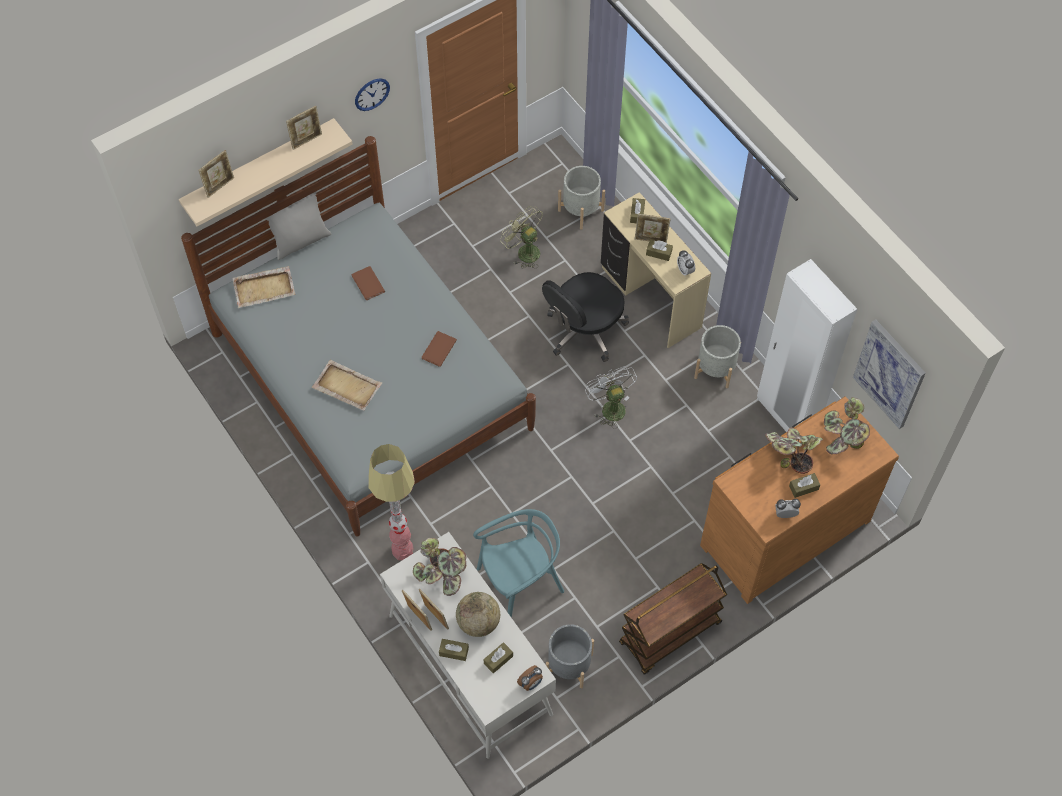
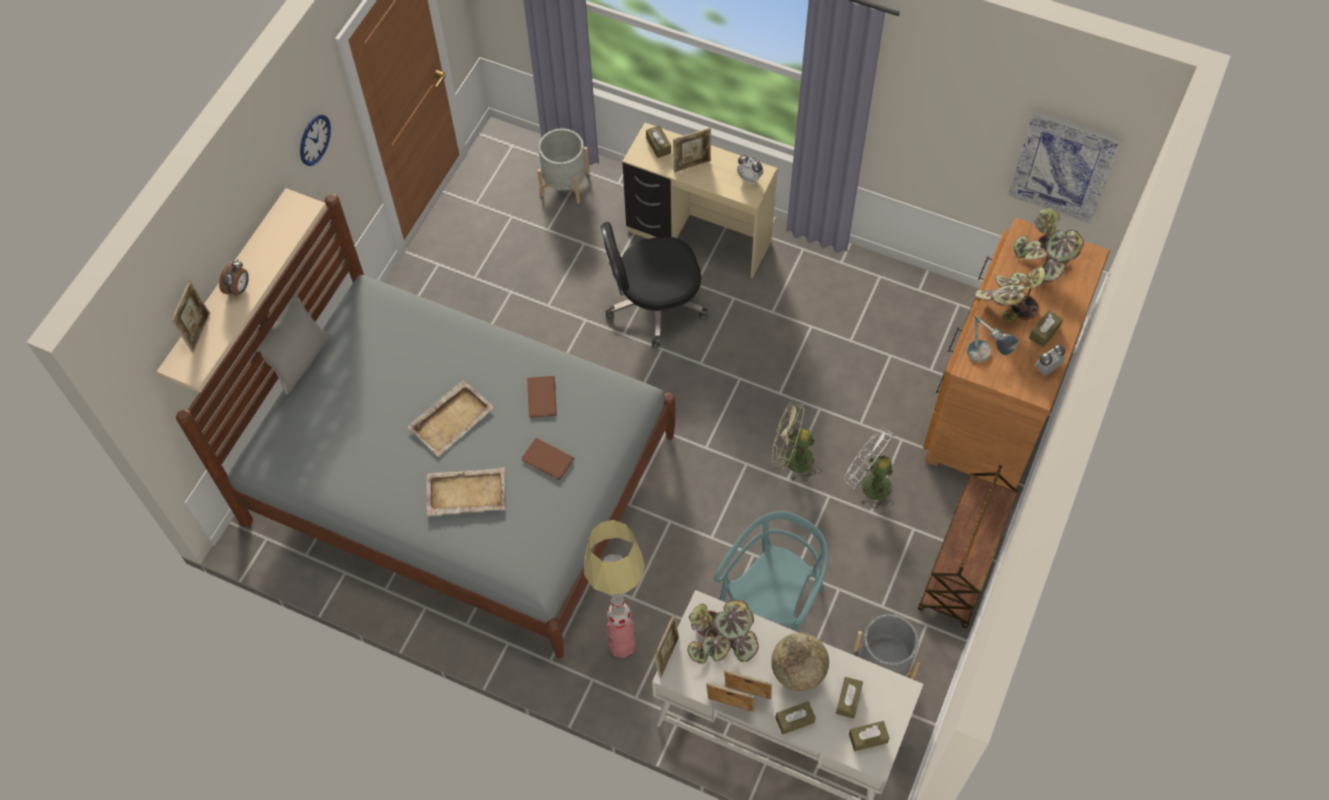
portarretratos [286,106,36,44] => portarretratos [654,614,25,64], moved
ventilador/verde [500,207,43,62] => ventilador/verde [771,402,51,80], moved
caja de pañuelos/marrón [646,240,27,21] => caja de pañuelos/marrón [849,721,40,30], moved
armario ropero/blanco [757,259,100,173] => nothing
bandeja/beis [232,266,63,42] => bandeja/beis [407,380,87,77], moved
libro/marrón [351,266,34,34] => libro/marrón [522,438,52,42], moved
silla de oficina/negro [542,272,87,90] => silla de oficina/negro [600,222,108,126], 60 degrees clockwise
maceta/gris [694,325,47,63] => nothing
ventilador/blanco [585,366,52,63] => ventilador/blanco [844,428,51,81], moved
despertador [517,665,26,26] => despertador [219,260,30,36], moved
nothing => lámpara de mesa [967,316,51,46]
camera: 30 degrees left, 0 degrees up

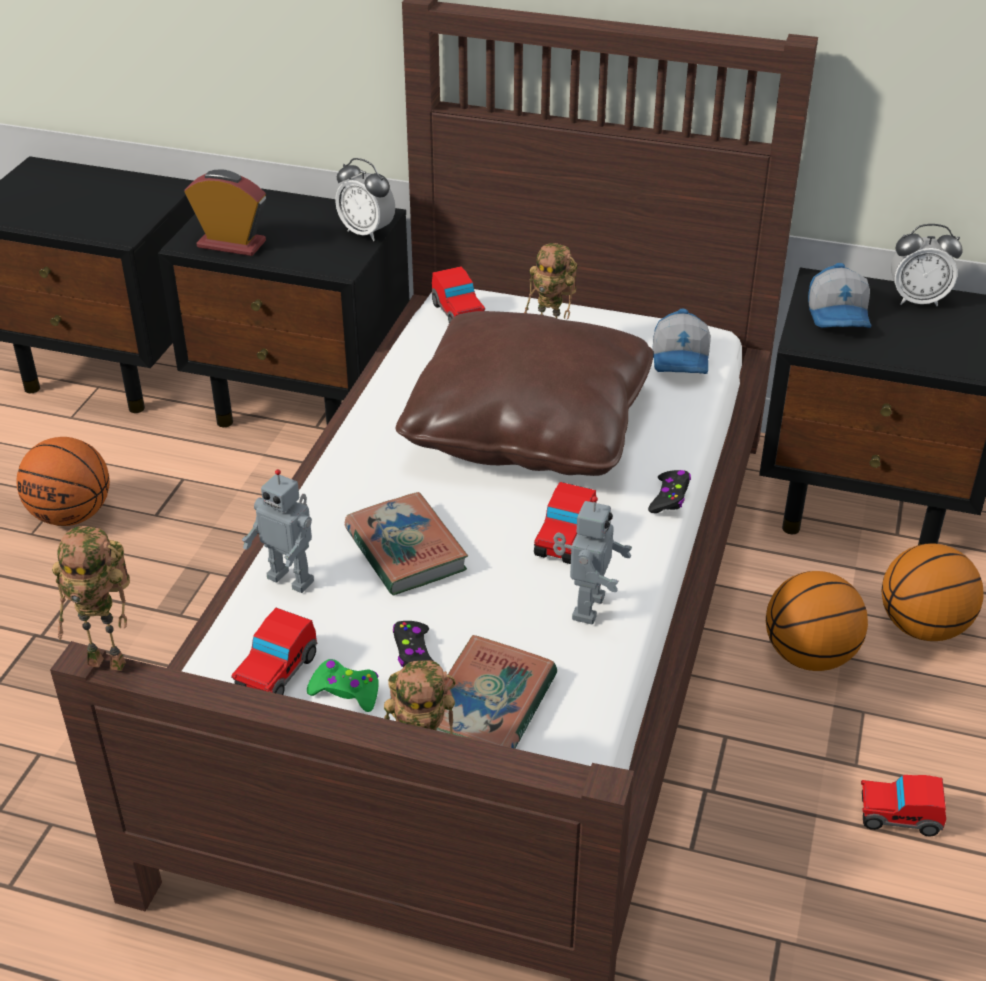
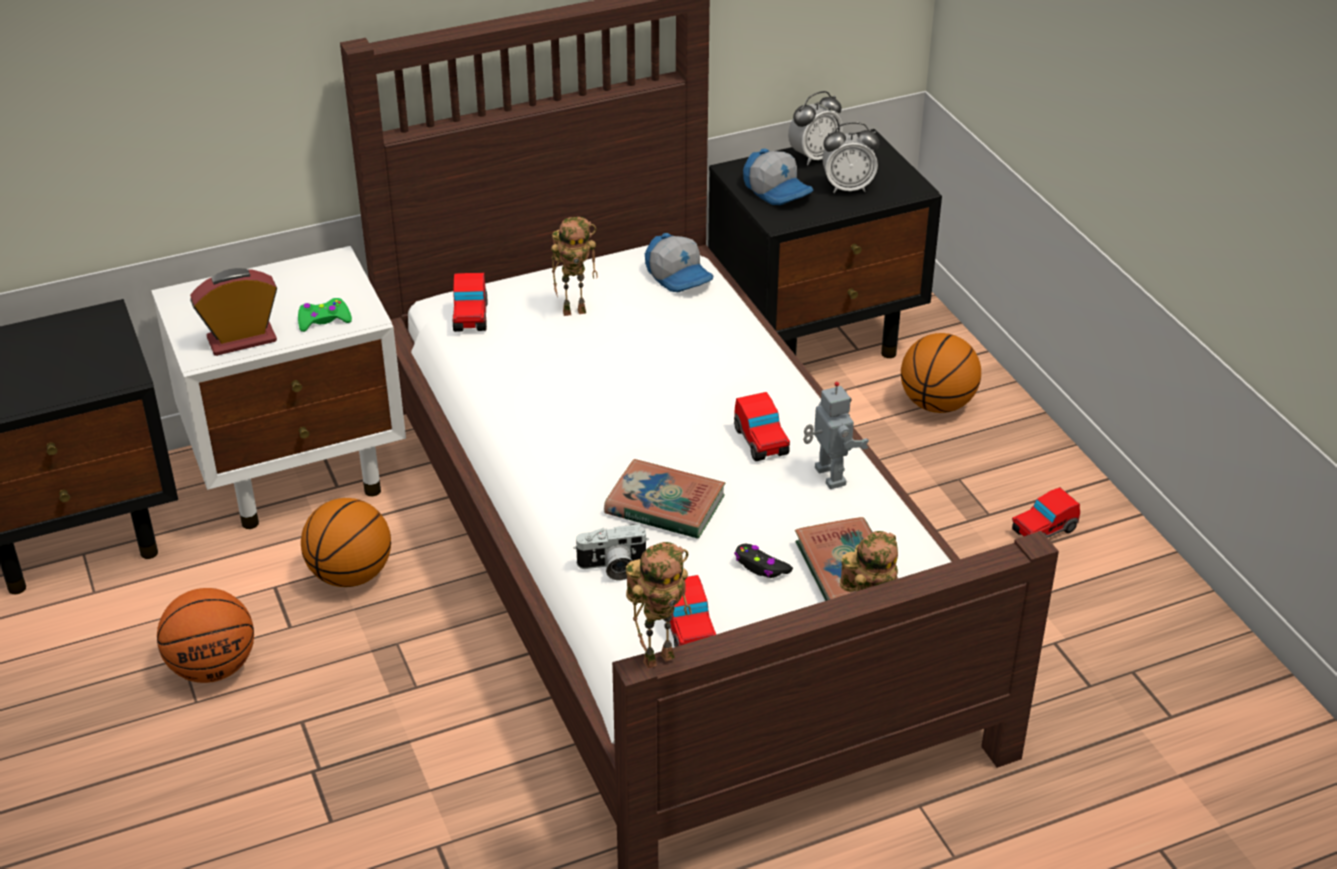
despertador [335,158,60,83] => despertador [822,122,57,71], moved
mesita de noche/negro [158,188,251,239] => mesita de noche/blanco [151,246,255,283]
coche de juguete [432,266,53,57] => coche de juguete [453,273,34,59], 60 degrees clockwise
cojín/marrón [396,311,257,165] => nothing
robot de juguete [242,469,72,124] => cámara [574,524,75,56]
mando de consola/negro [648,470,43,43] => nothing
balón de baloncesto [766,571,102,100] => balón de baloncesto [301,498,90,89], moved
mando de consola/verde [307,659,72,53] => mando de consola/verde [298,298,54,34], moved
camera: 40 degrees left, 0 degrees up

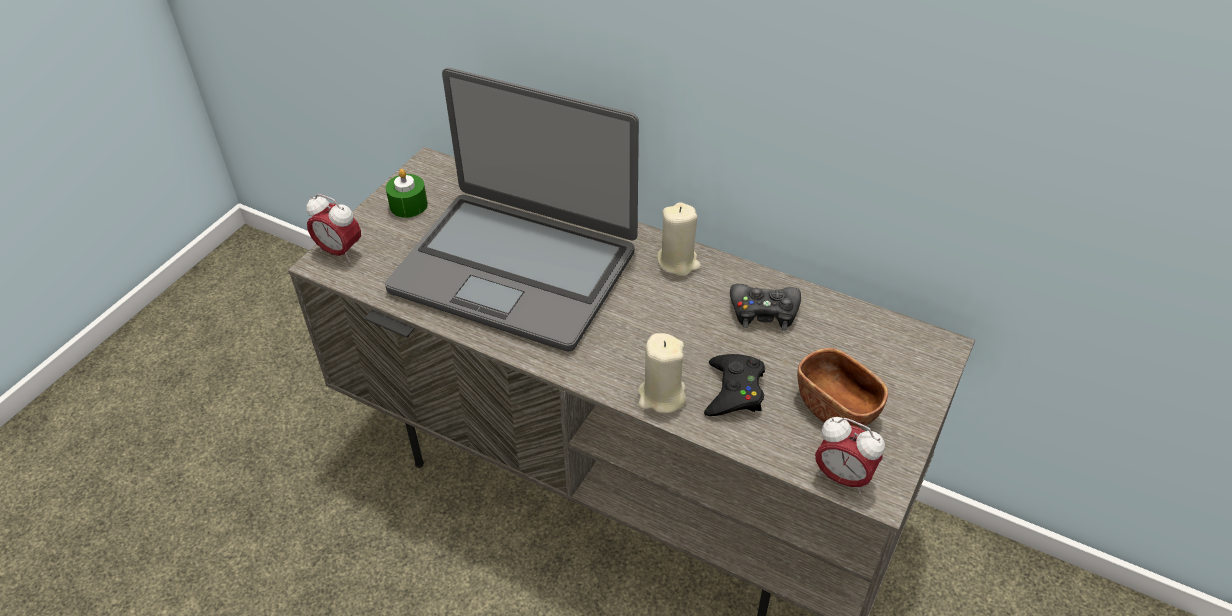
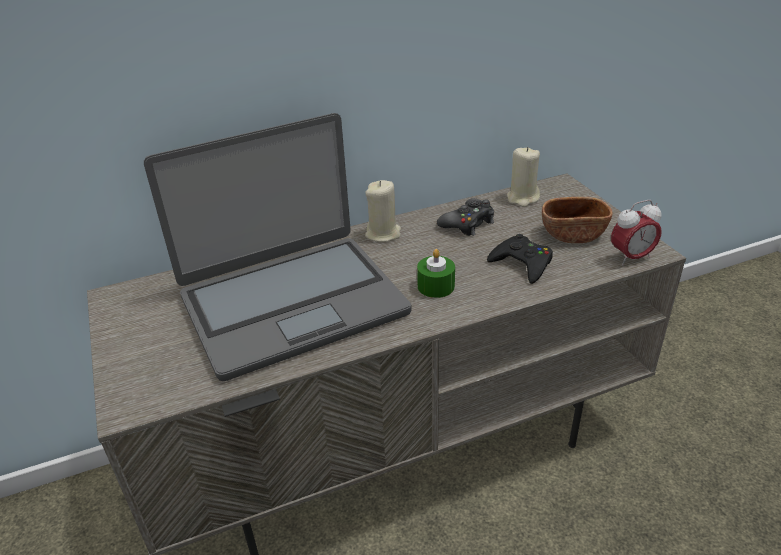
vela/verde [386,169,42,49] => vela/verde [417,249,38,49], moved
despertador [306,194,55,68] => nothing
vela/beis [638,333,49,80] => vela/beis [507,147,33,60], moved
camera: 50 degrees left, 10 degrees down

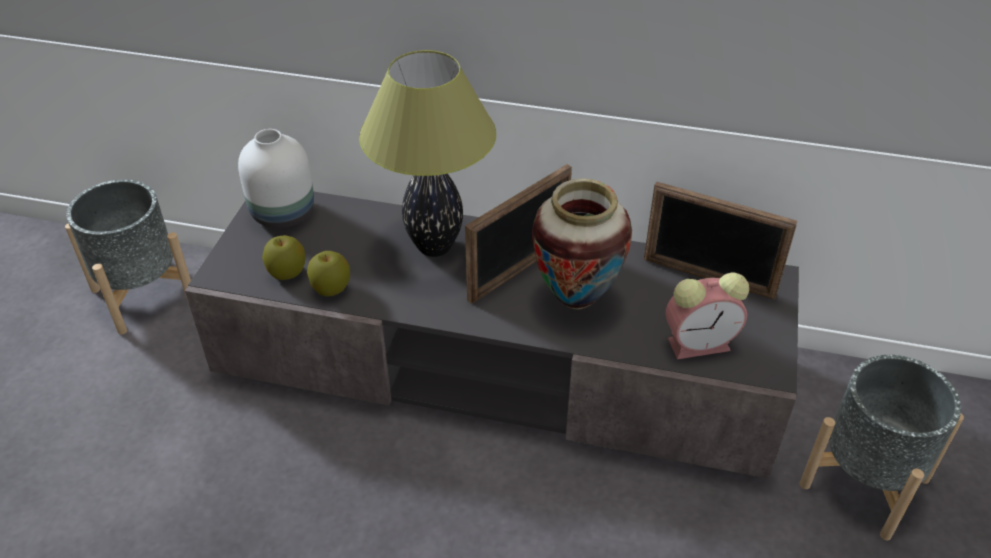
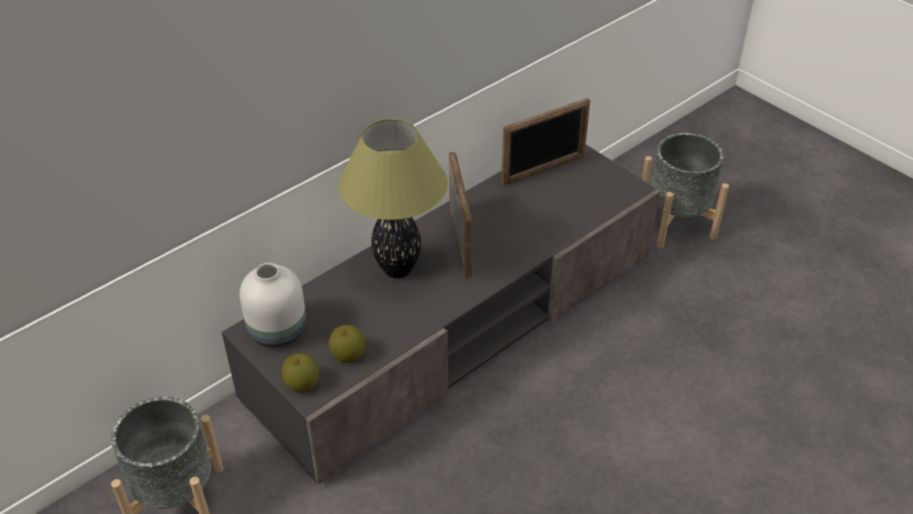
florero [532,178,100,132] => nothing
manzana [307,251,43,46] => manzana [282,353,37,40], moved
despertador [665,272,84,87] => nothing
camera: 55 degrees left, 0 degrees up

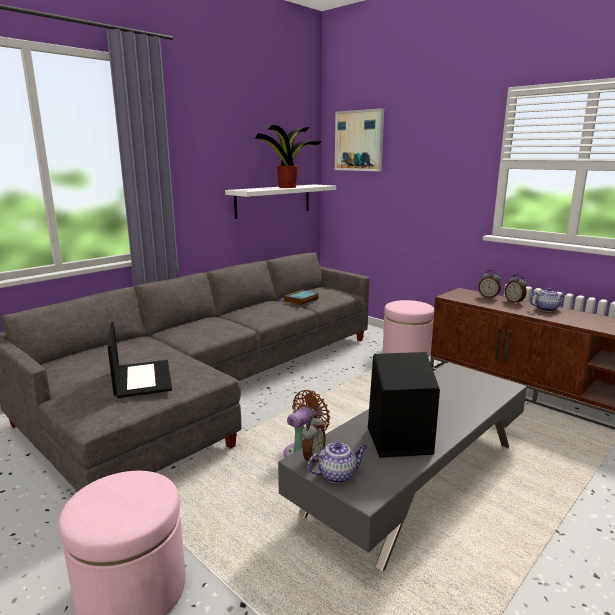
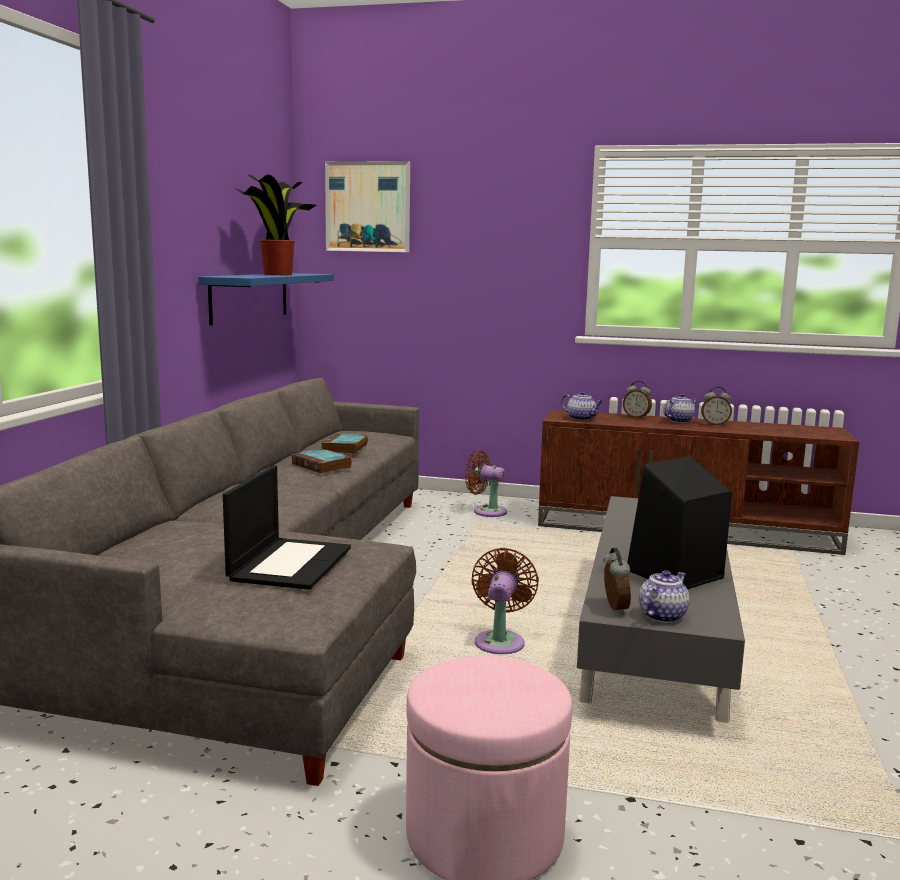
estante/blanco [225,184,111,35] => estante/azul [198,273,136,52]
despertador [478,270,23,29] => despertador [701,387,31,39], moved
puf/rosa [383,300,51,57] => ventilador/marrón [465,450,42,67]
portátil [107,322,65,76] => portátil [223,465,128,125], 60 degrees clockwise
nothing => tetera [561,391,43,30]
nothing => libro [292,449,60,24]
camera: 30 degrees left, 5 degrees down

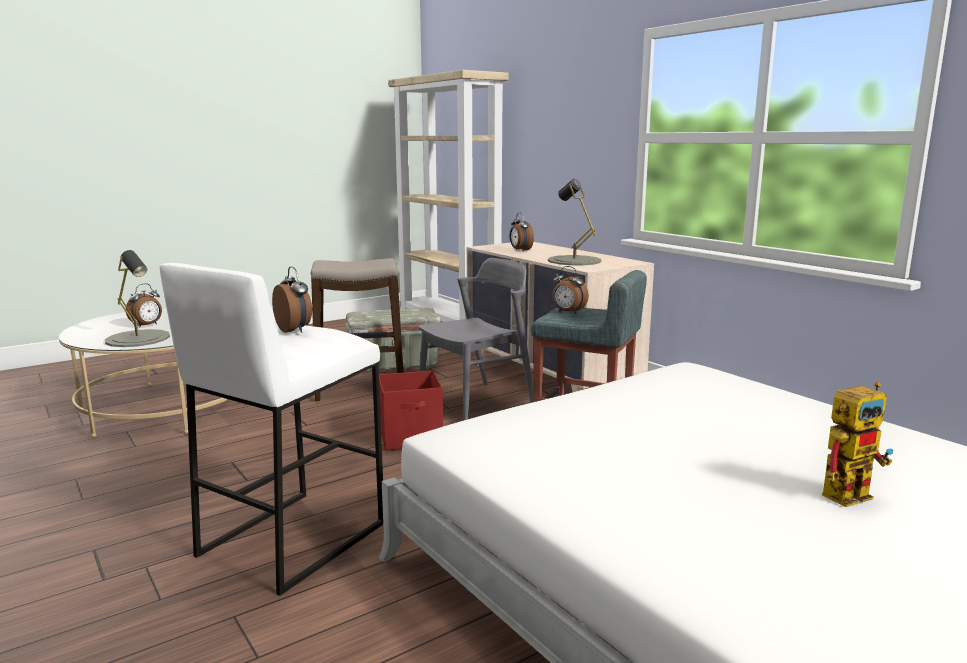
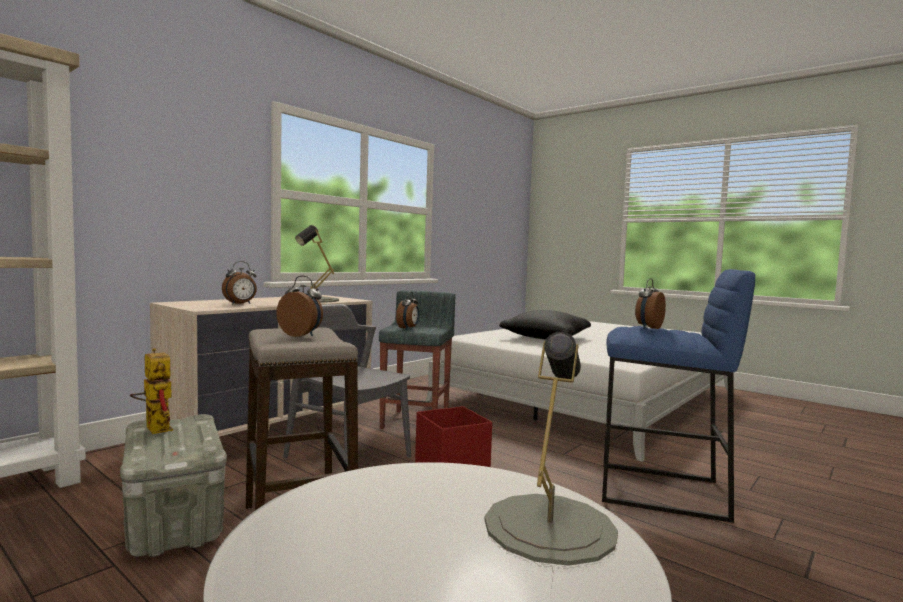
taburete/blanco [160,263,223,333] => taburete/azul [602,269,153,254]
despertador [126,284,36,44] => despertador [276,276,47,61], moved
robot de juguete [822,382,71,125] => robot de juguete [130,348,43,86], moved
nothing => cojín/negro [499,310,92,29]
camera: 105 degrees left, 10 degrees down

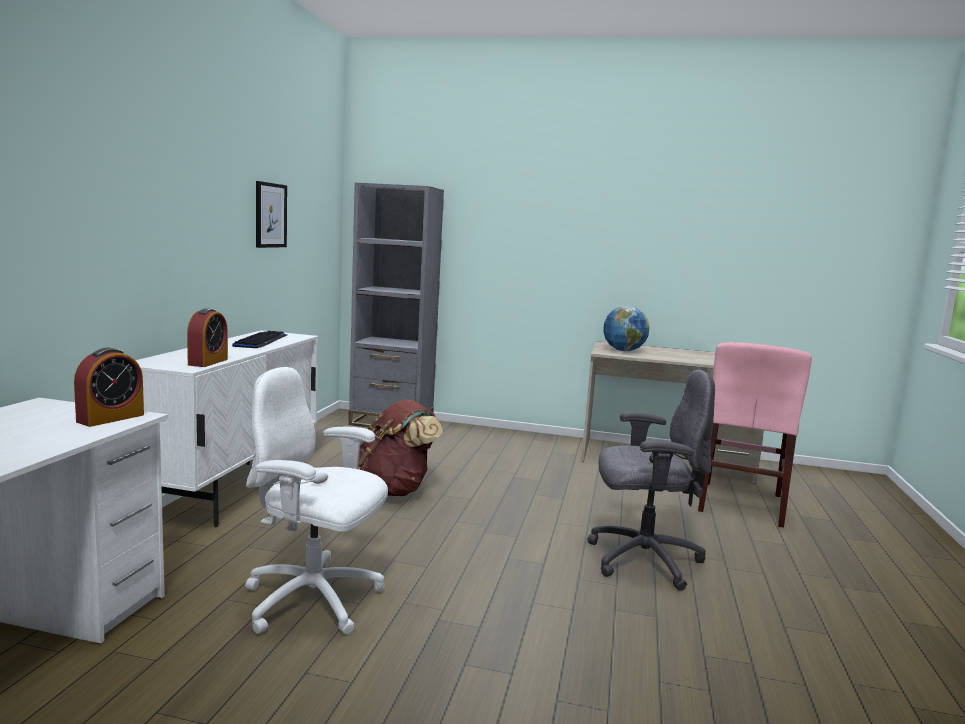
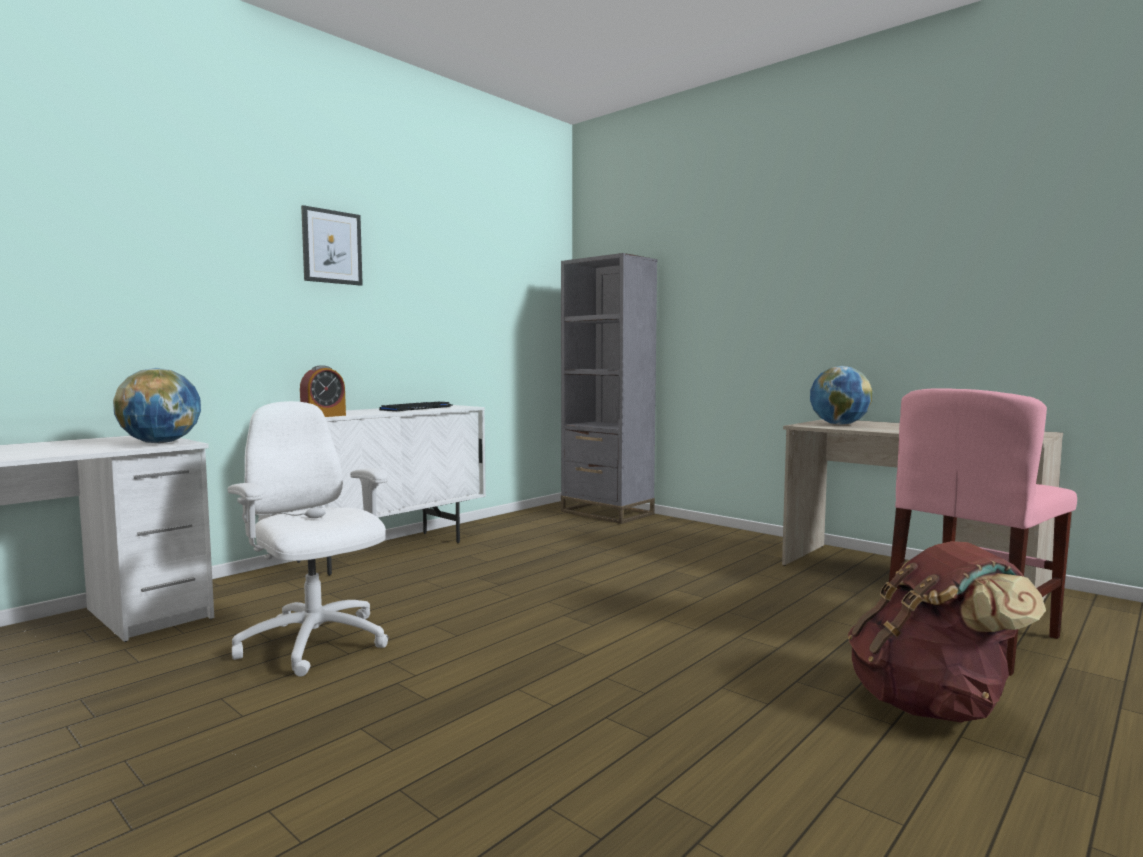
cuadro [256,181,31,67] => cuadro [301,205,62,81], moved
despertador [74,348,70,79] => globo terráqueo [113,368,88,75]
silla de oficina/gris [587,370,128,221] => nothing
mochila/marrón [358,400,85,96] => mochila/marrón [848,541,198,182], moved
camera: 30 degrees right, 5 degrees down

